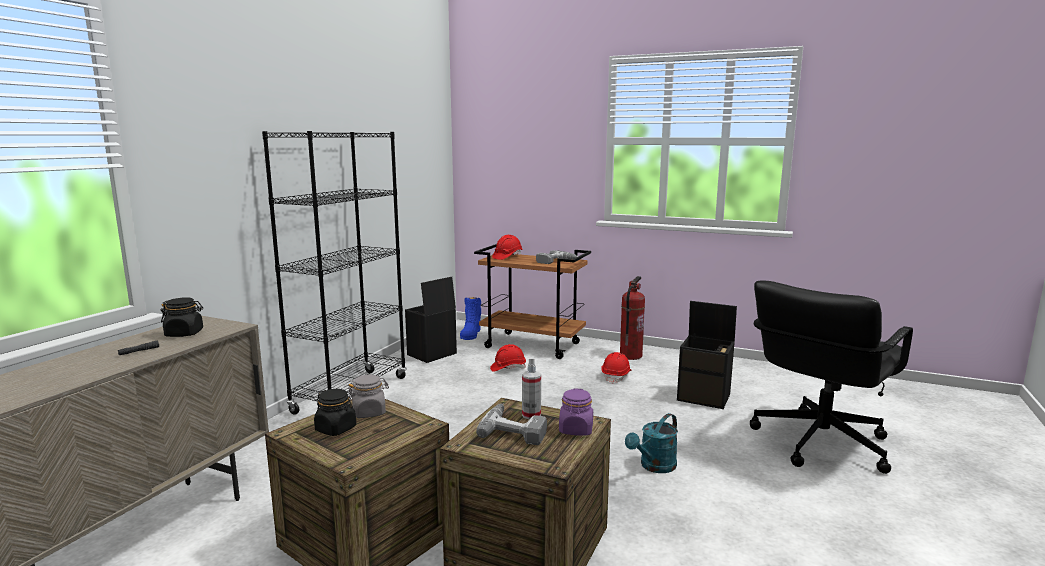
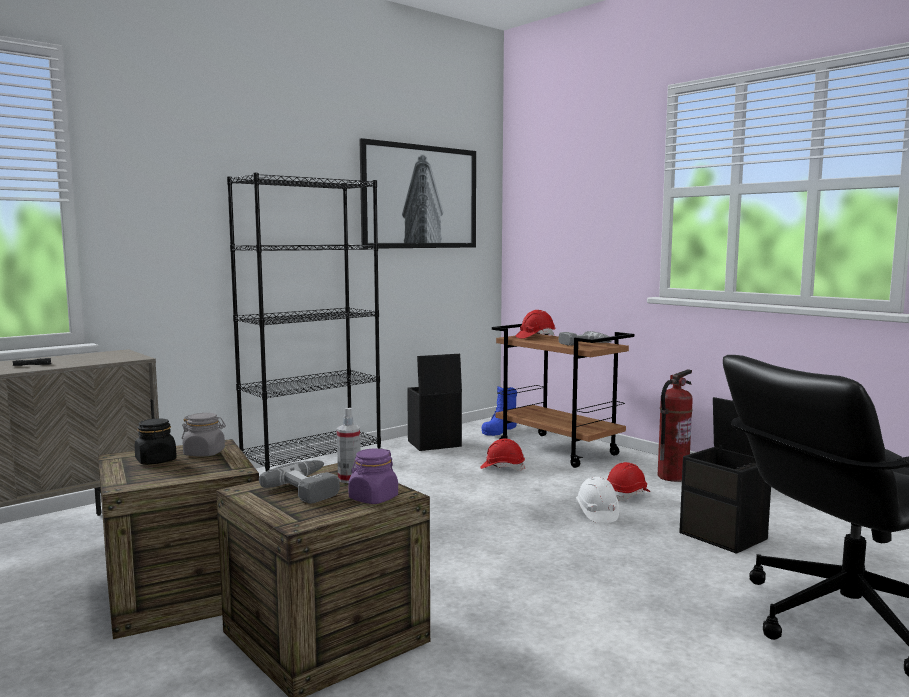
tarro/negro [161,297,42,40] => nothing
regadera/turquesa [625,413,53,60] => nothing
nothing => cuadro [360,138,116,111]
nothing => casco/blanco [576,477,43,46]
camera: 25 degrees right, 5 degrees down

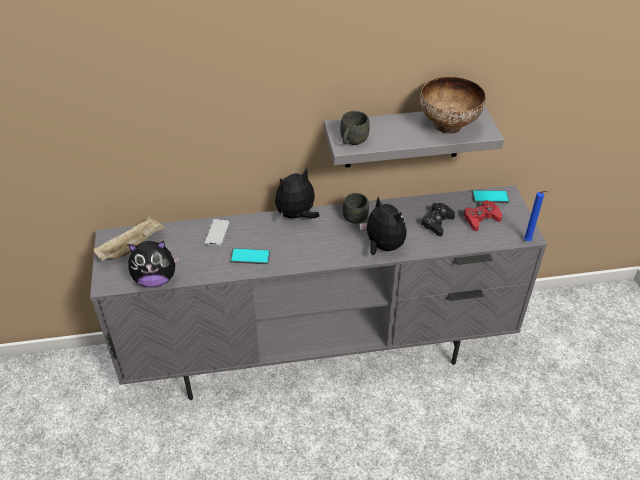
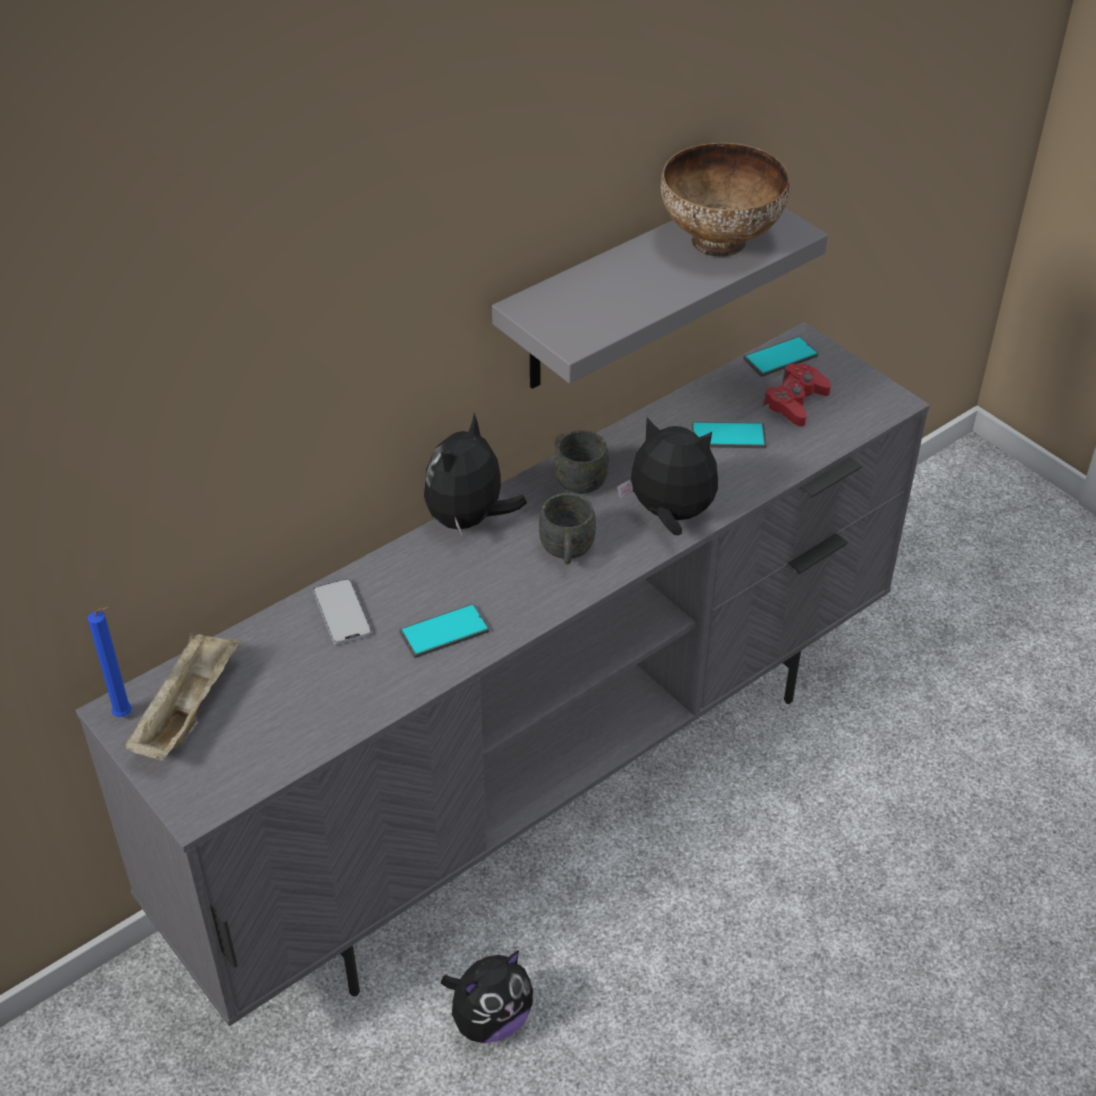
taza grande/gris [340,111,30,34] => taza grande/gris [539,493,57,72], moved
vela/azul [524,191,25,50] => vela/azul [87,607,45,110], moved
mando de consola/negro [421,203,34,33] => móvil [692,422,75,26]
peluche [128,241,51,47] => peluche [441,950,92,93], moved
camera: 30 degrees left, 0 degrees up

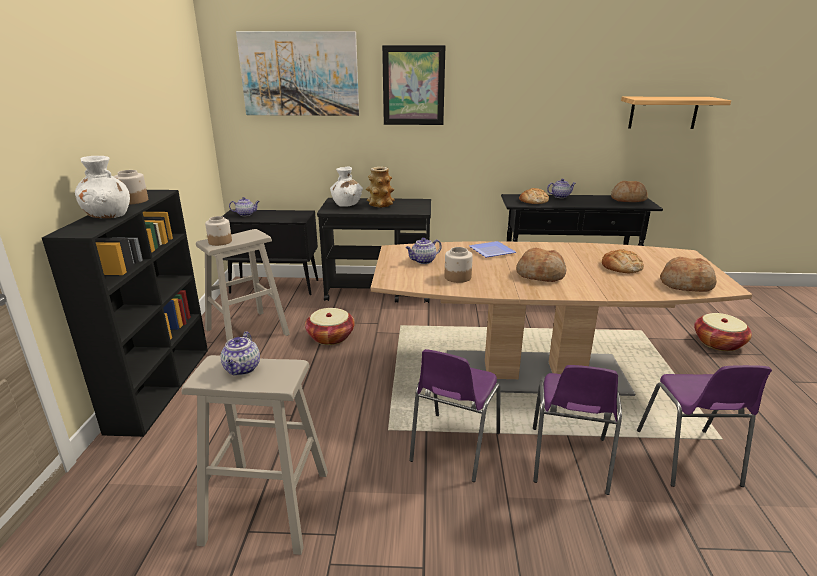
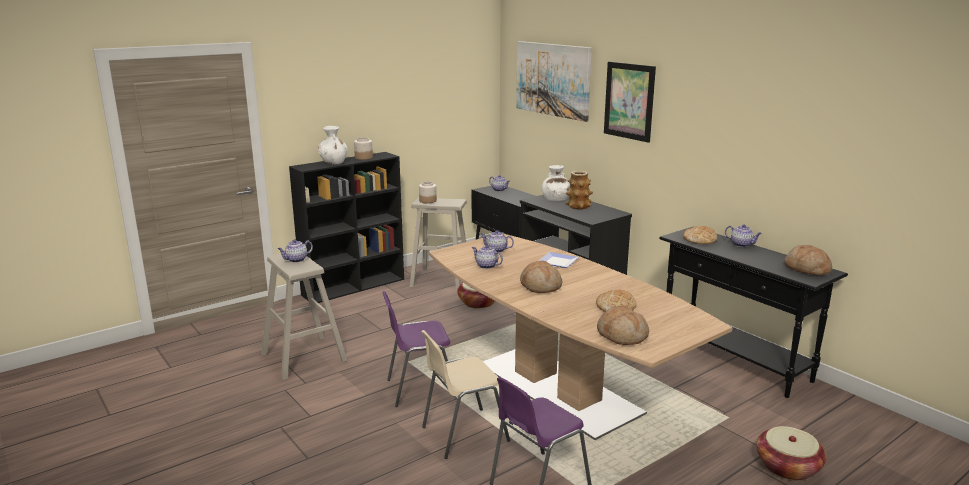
estante [621,97,110,32] => nothing
tarro [444,247,29,36] => tetera [472,245,31,24]
silla/morado [533,365,89,130] => silla/beis [421,330,89,129]
camera: 50 degrees right, 5 degrees down

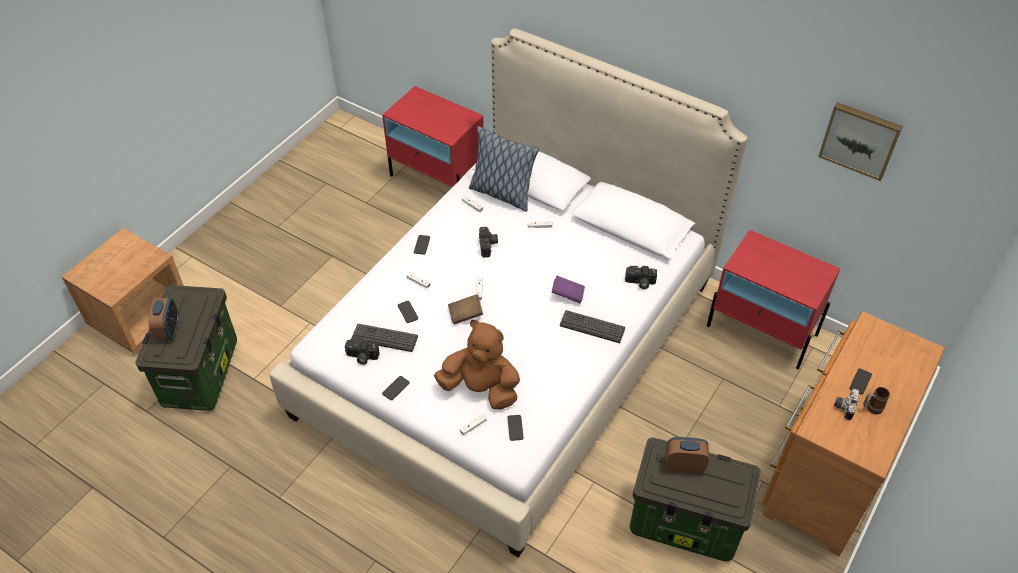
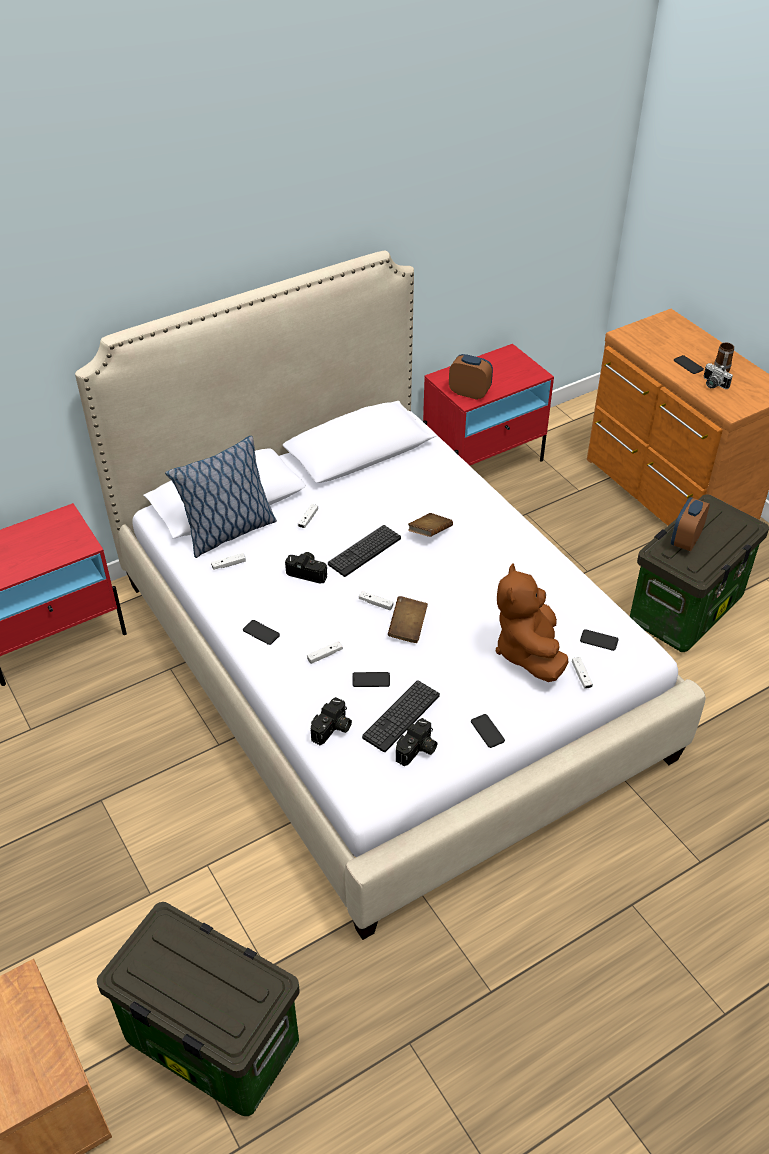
cuadro [818,102,85,79] => nothing
cámara [625,266,32,23] => cámara [311,697,41,48], moved
libro/morado [552,276,33,27] => libro/marrón [408,513,45,24]
despertador [148,298,31,42] => despertador [449,354,44,46], moved
teclado [560,310,65,33] => teclado [328,525,73,52], moved
peluche/marrón [434,320,86,89] => peluche/marrón [496,564,73,118], 45 degrees counterclockwise
camera: 65 degrees left, 5 degrees down

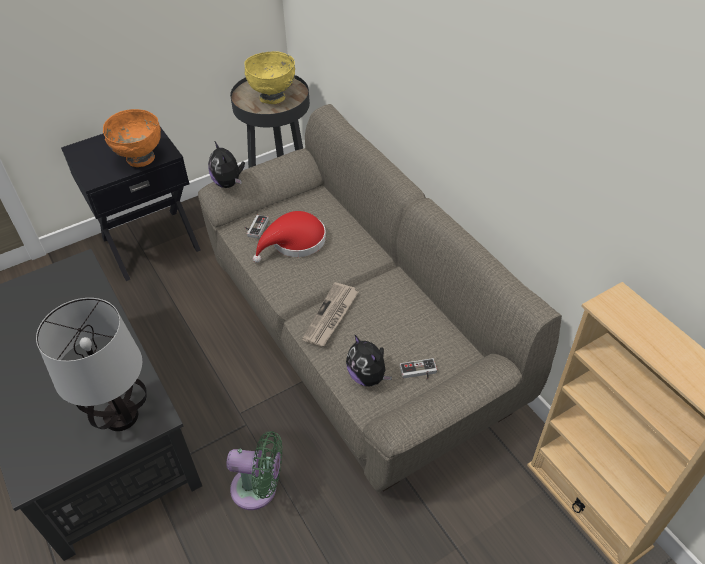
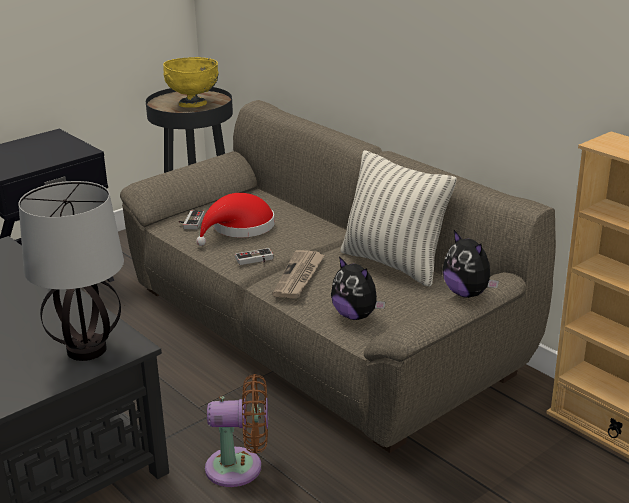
cuenco/naranja [103,109,58,58] => nothing
peluche [208,142,37,46] => peluche [443,230,56,68], moved
mando de consola [400,358,37,22] => mando de consola [235,248,38,17], moved
ventilador/verde [226,431,56,79] => ventilador/marrón [205,374,63,113]
nothing => cojín [340,150,117,137]
camera: 10 degrees left, 20 degrees down

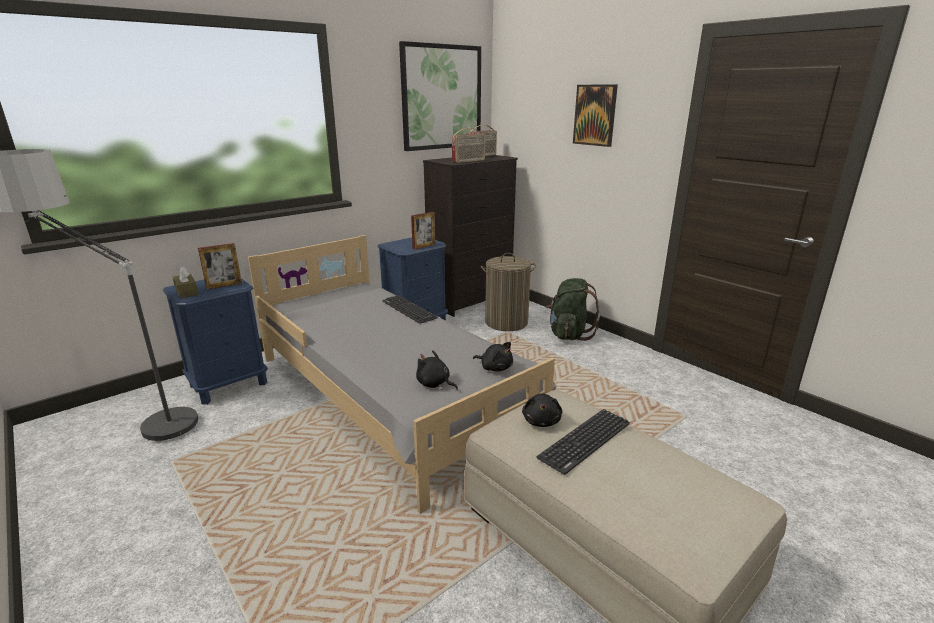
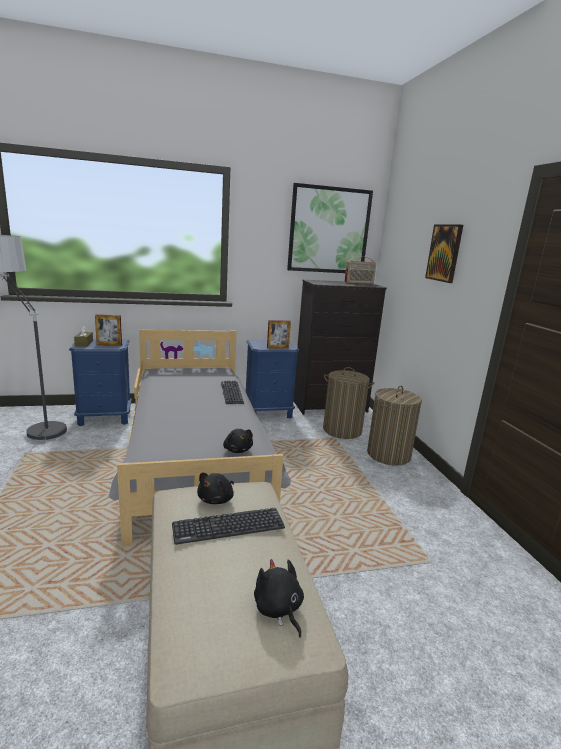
radio [452,128,33,35] => nothing
mochila/verde [546,278,54,63] => cesto de la ropa [367,386,55,80]
peluche/negro [416,350,42,40] => peluche/negro [254,559,50,79], moved
camera: 25 degrees right, 5 degrees down

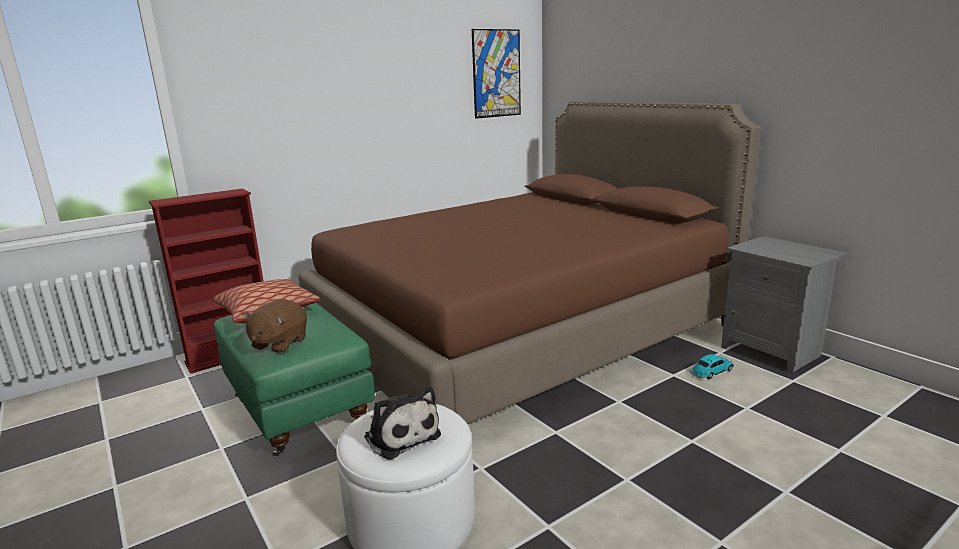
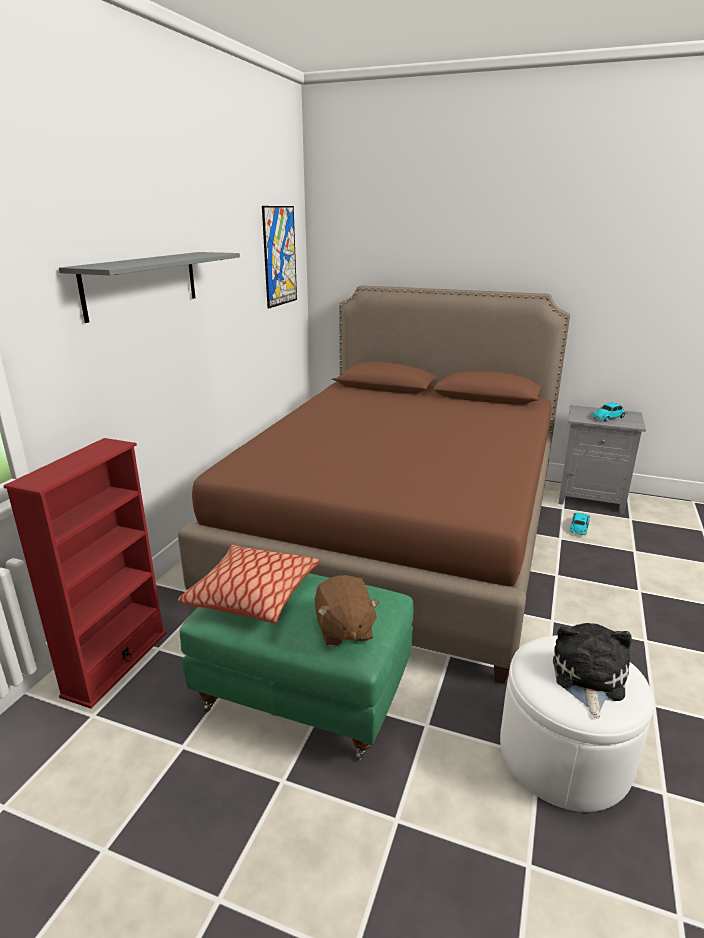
peluche [364,387,77,73] => peluche [553,623,79,96], 90 degrees counterclockwise
nothing => estante/gris [59,252,181,71]
nothing => coche de juguete [592,403,35,19]
camera: 35 degrees left, 5 degrees up

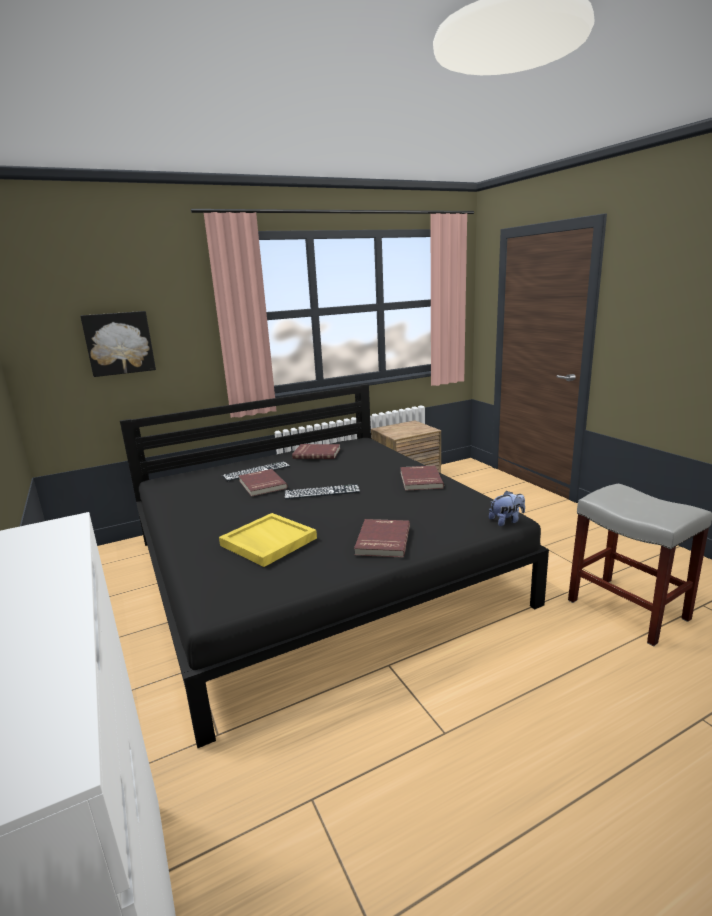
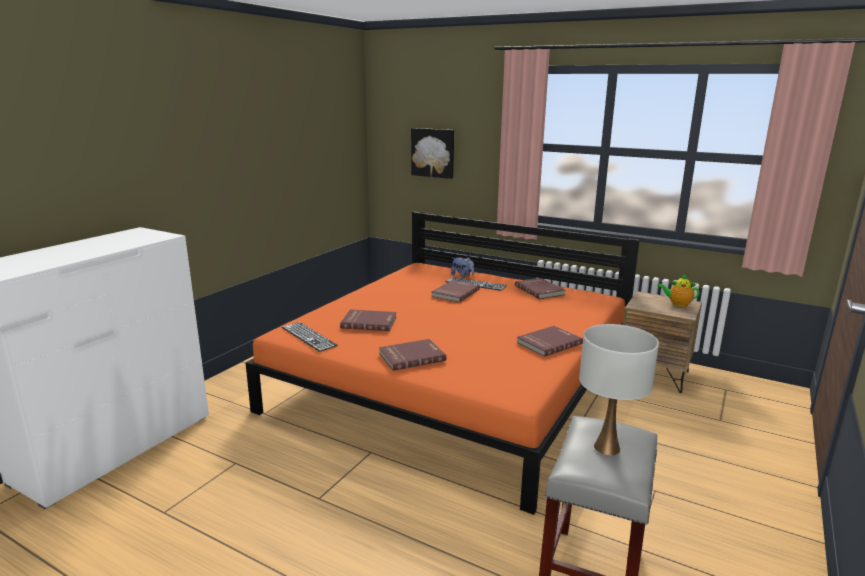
cama/negro [120,384,429,364] => cama/naranja [245,212,395,303]
teclado [284,484,76,15] => teclado [282,322,56,30], moved
peluche [489,491,36,35] => peluche [451,257,23,21], moved
bandeja/amarillo [219,513,98,54] => libro/rojo [340,310,56,21]
nothing => tetera [657,274,43,33]
nothing => lámpara de mesa/blanco [579,324,80,131]
camera: 55 degrees right, 0 degrees up

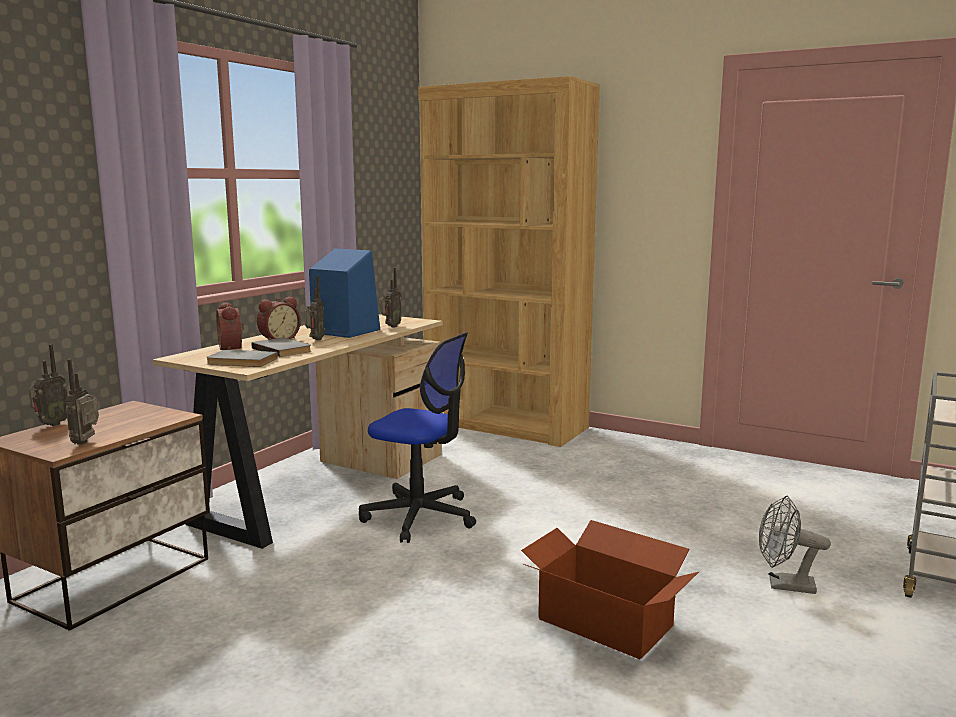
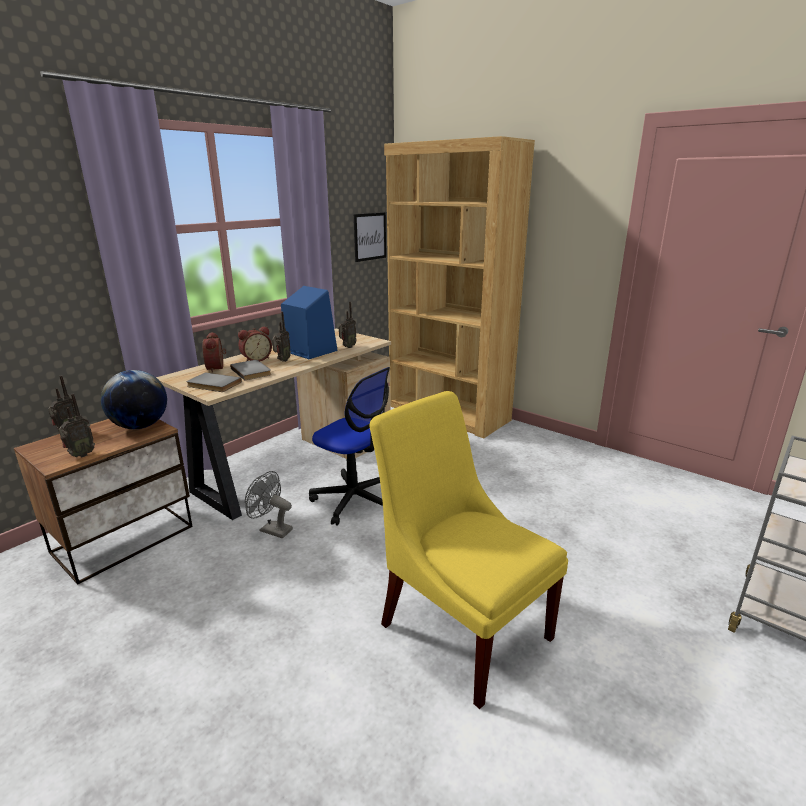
radio [65,359,34,85] => radio [59,394,36,63], 150 degrees counterclockwise
ventilador/gris [759,496,72,98] => ventilador/gris [245,471,48,68], moved
caja de cartón [521,520,178,139] => silla/amarillo [369,391,199,318]
nothing => cuadro [354,212,32,50]
nothing => globo terráqueo [101,370,66,59]
camera: 10 degrees right, 10 degrees up

